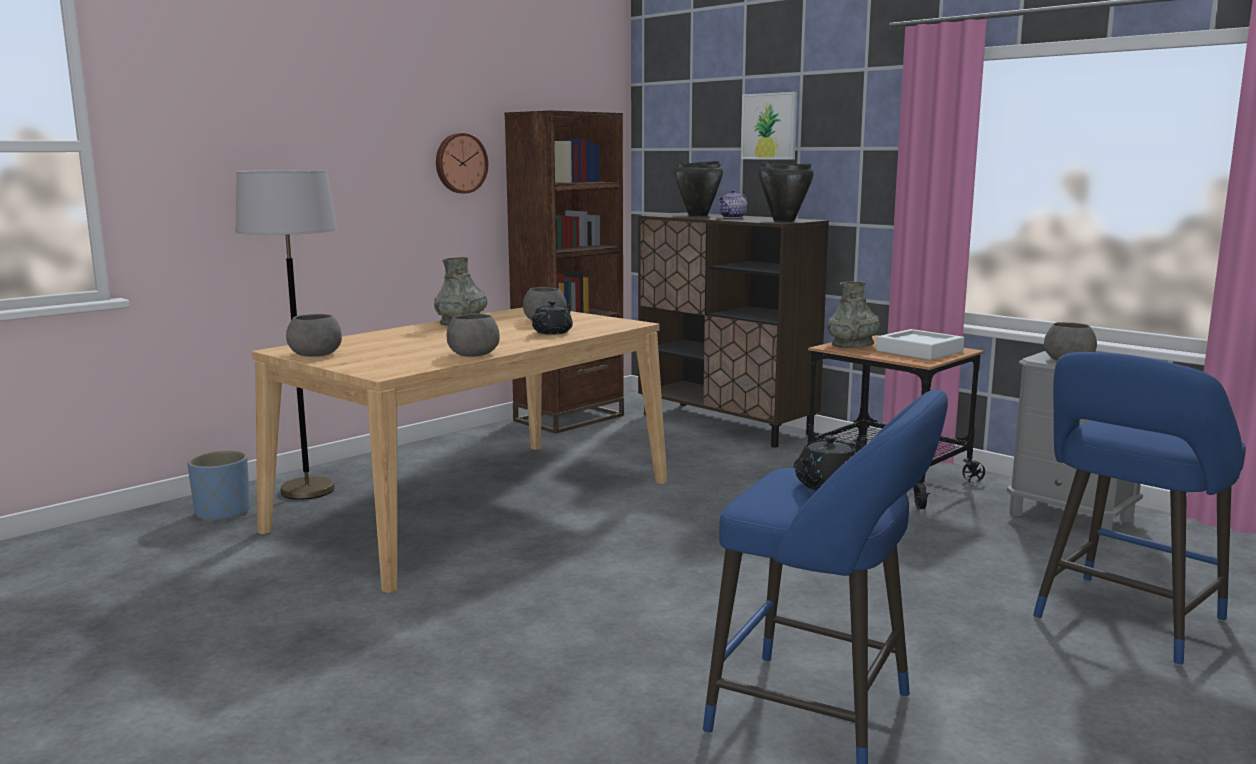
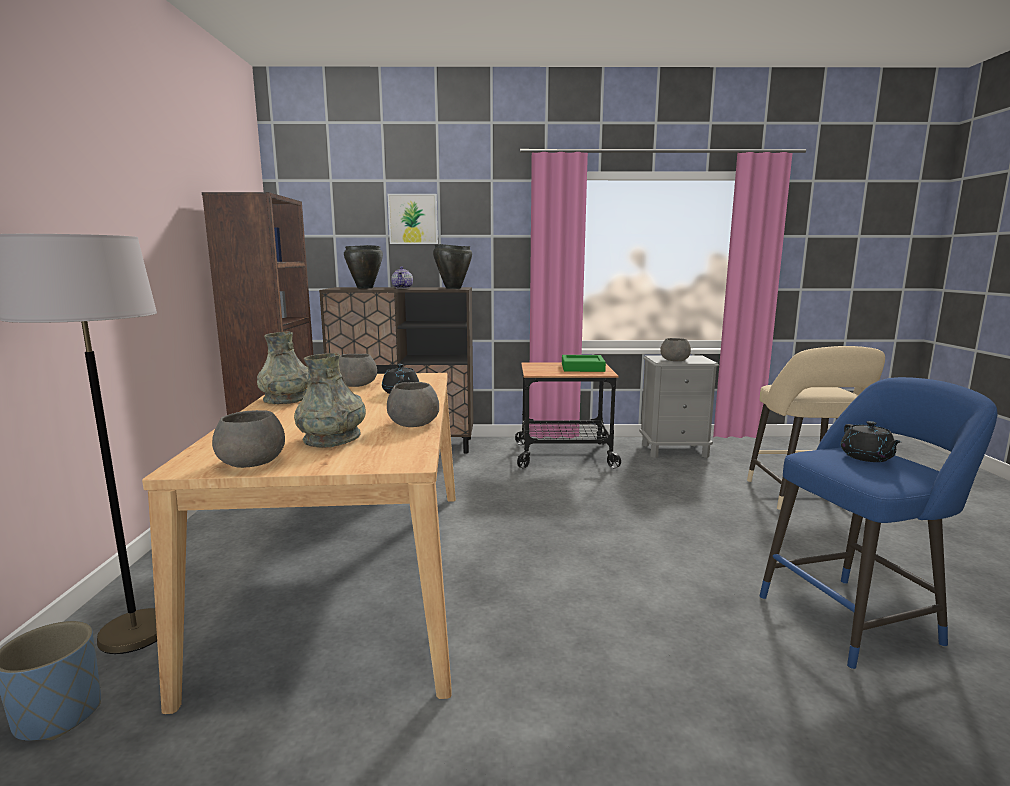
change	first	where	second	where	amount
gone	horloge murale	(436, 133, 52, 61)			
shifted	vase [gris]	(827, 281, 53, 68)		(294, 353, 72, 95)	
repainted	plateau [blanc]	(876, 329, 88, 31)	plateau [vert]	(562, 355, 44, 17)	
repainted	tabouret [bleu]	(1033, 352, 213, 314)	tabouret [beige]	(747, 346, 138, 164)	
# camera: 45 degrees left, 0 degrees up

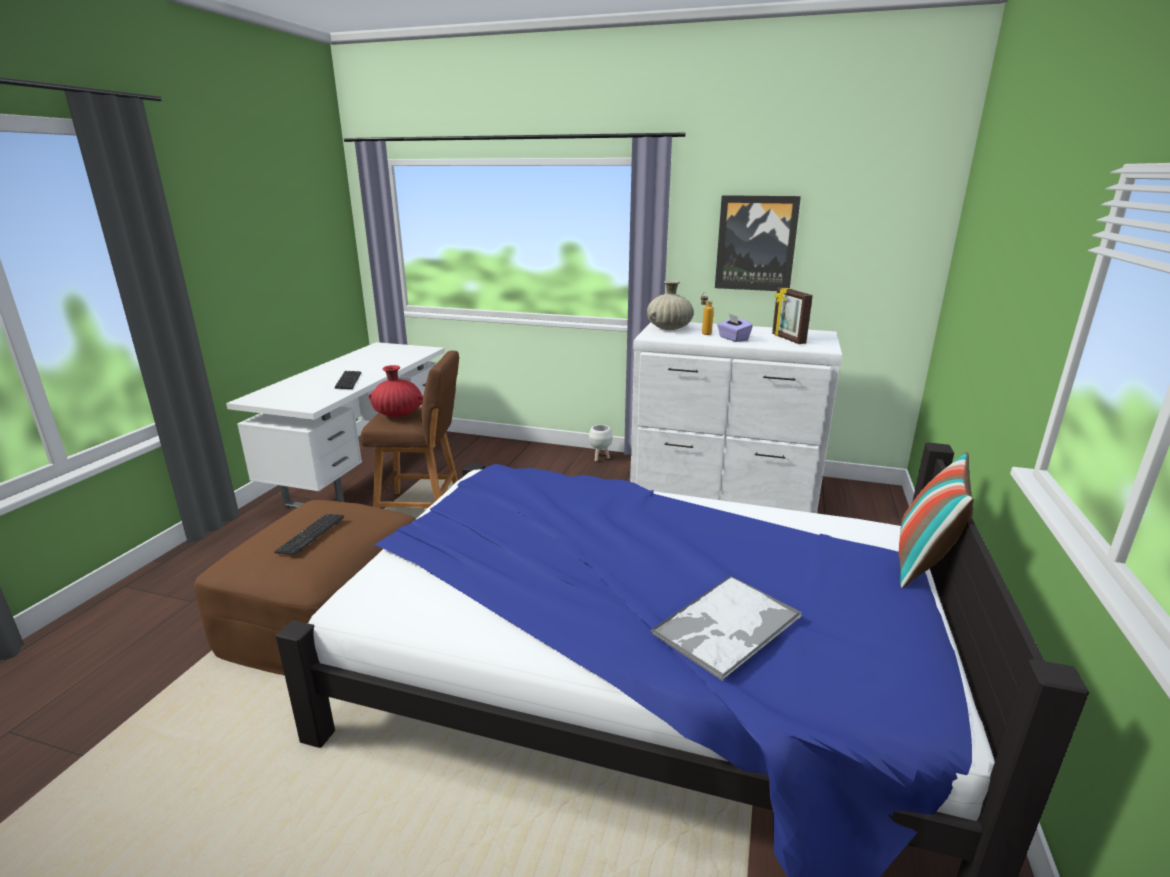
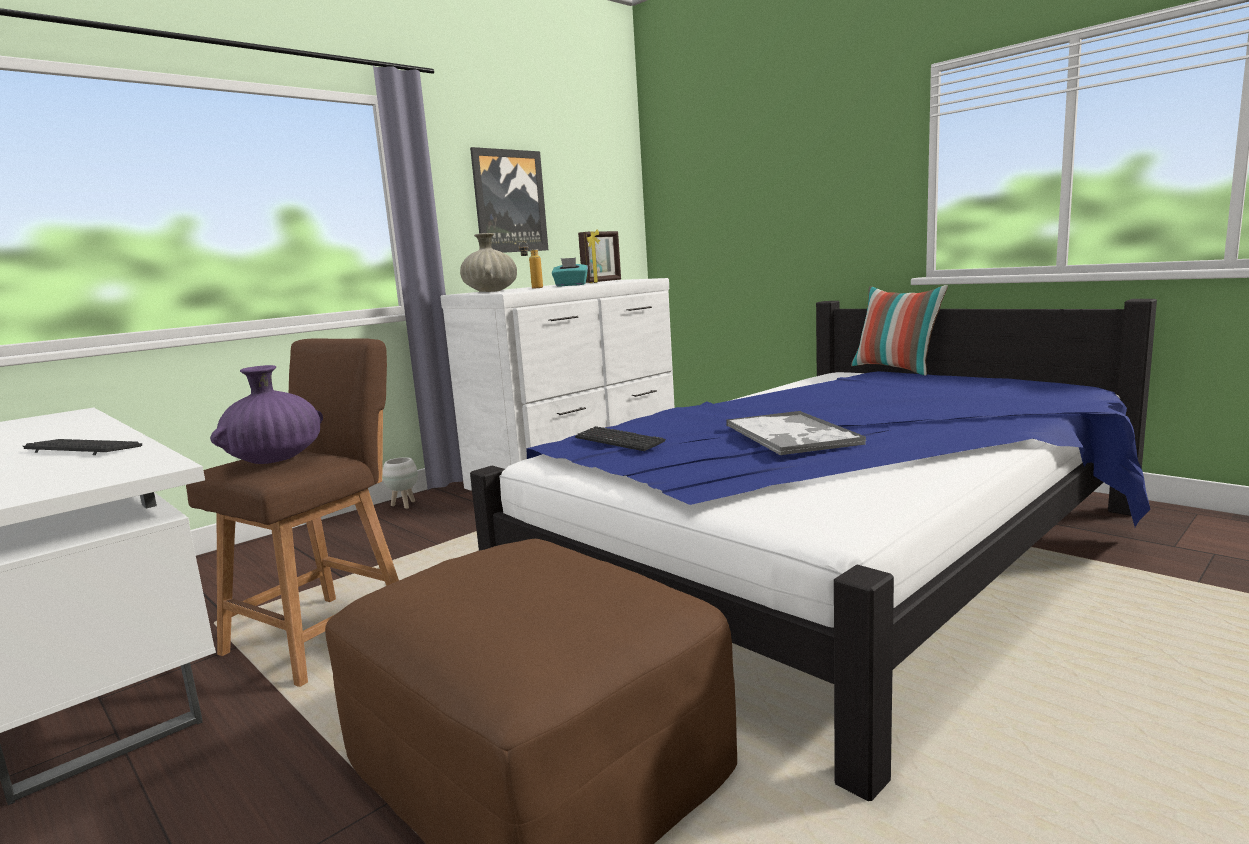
change	first	where	second	where	amount
shifted	clavier	(274, 514, 70, 41)		(575, 426, 91, 25)	
repainted	vase [rouge]	(369, 365, 54, 52)	vase [violet]	(210, 365, 113, 99)	
shifted	plateau	(651, 576, 150, 105)		(726, 411, 140, 44)	
repainted	boîte à mouchoirs [violet]	(717, 314, 36, 28)	boîte à mouchoirs [turquoise]	(552, 257, 36, 29)	
rotated	cadre photo	(772, 287, 41, 57)		(578, 229, 43, 54)	60 degrees counterclockwise
# camera: 60 degrees left, 10 degrees down

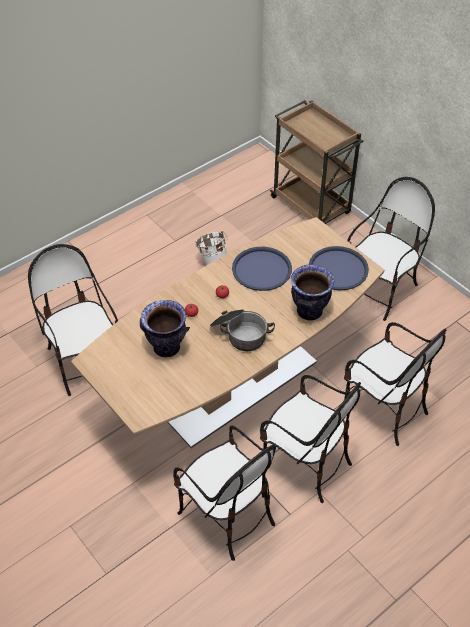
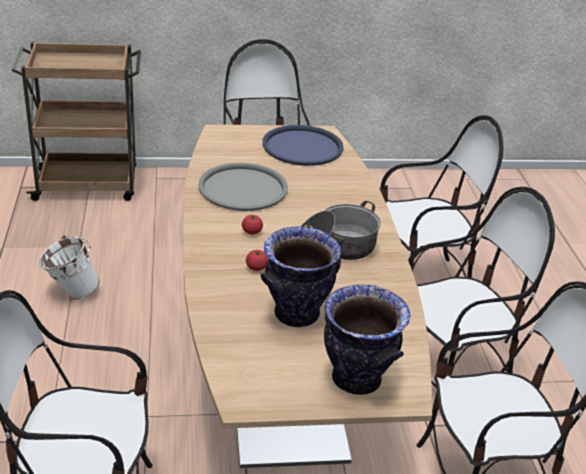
change	first	where	second	where	amount
repainted	plateau [bleu]	(232, 247, 60, 44)	plateau [gris]	(198, 163, 90, 48)	
shifted	vase	(291, 264, 44, 57)		(324, 285, 87, 110)	
# camera: 60 degrees left, 15 degrees down

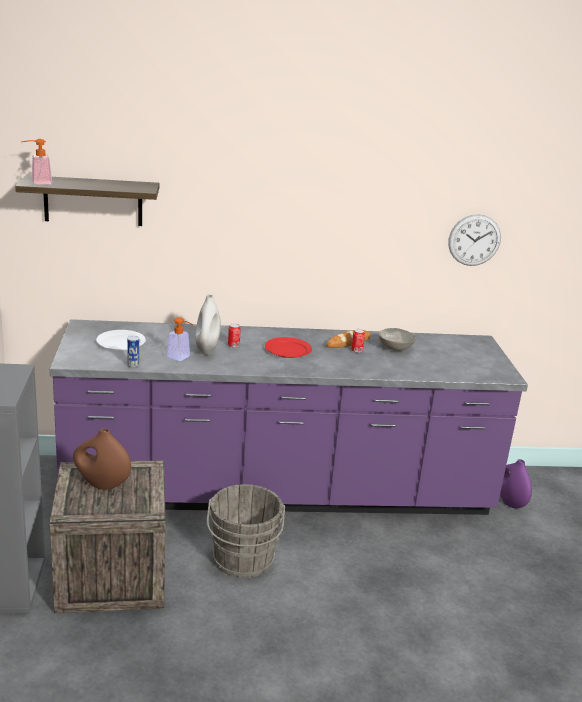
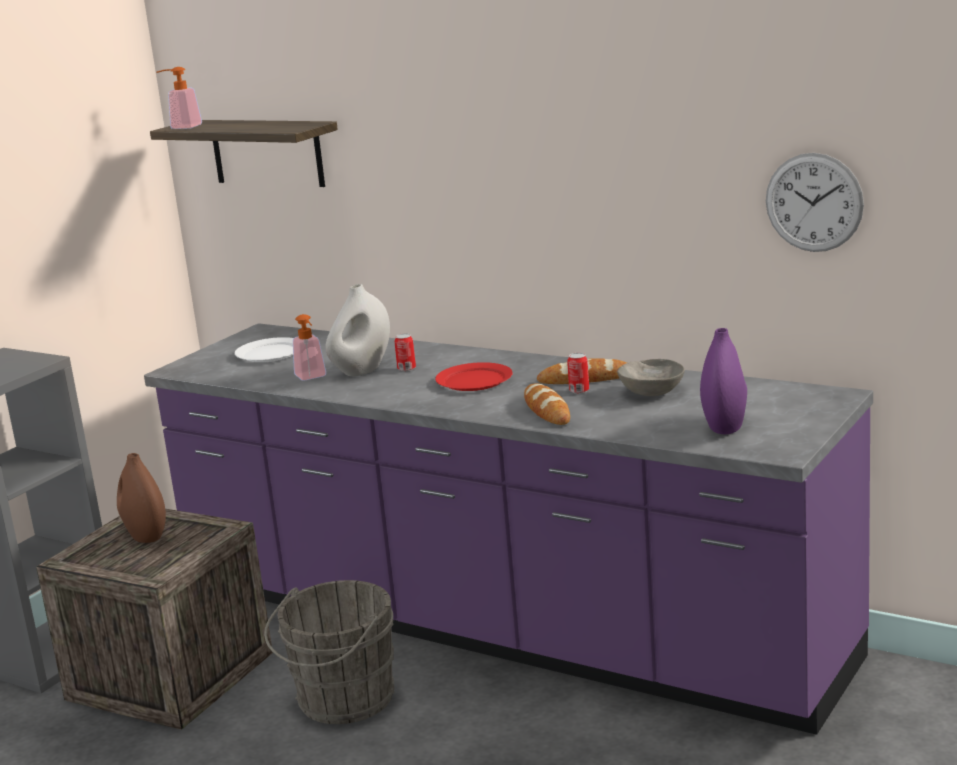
change	first	where	second	where	amount
gone	boîte métallique	(127, 336, 12, 32)			
shifted	vase [violet]	(500, 459, 32, 50)		(700, 328, 47, 107)	
new			pain	(524, 383, 46, 42)	
# camera: 40 degrees right, 5 degrees down

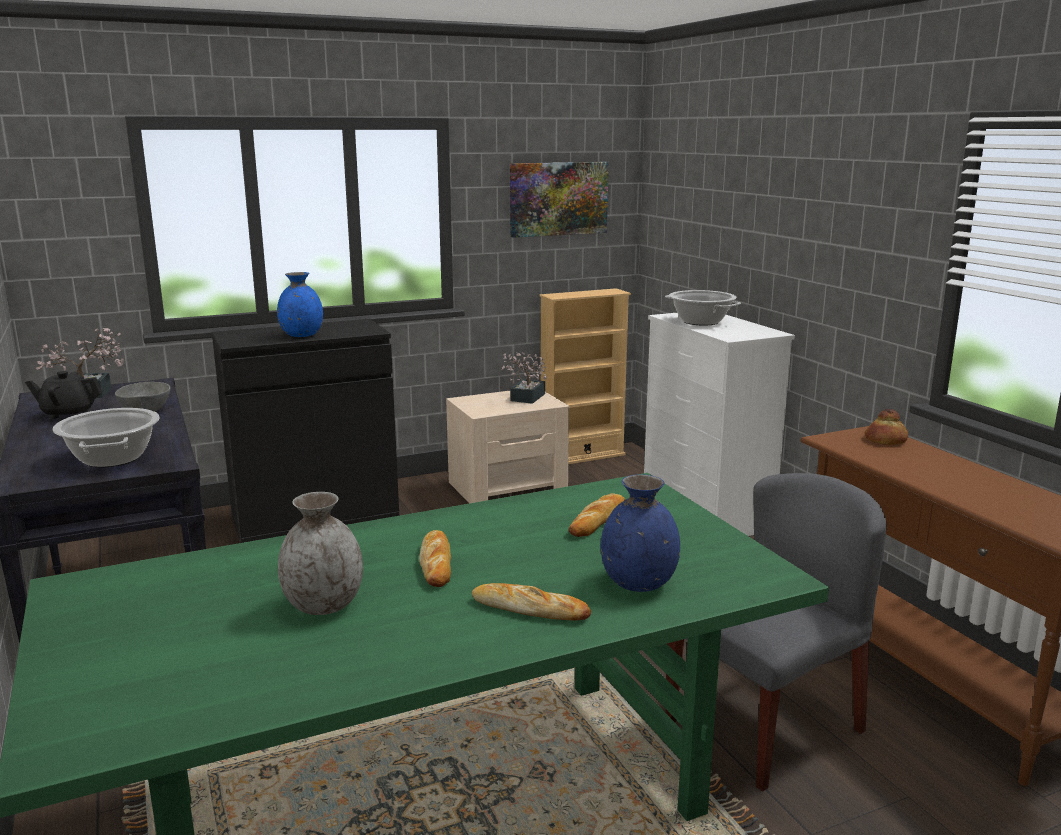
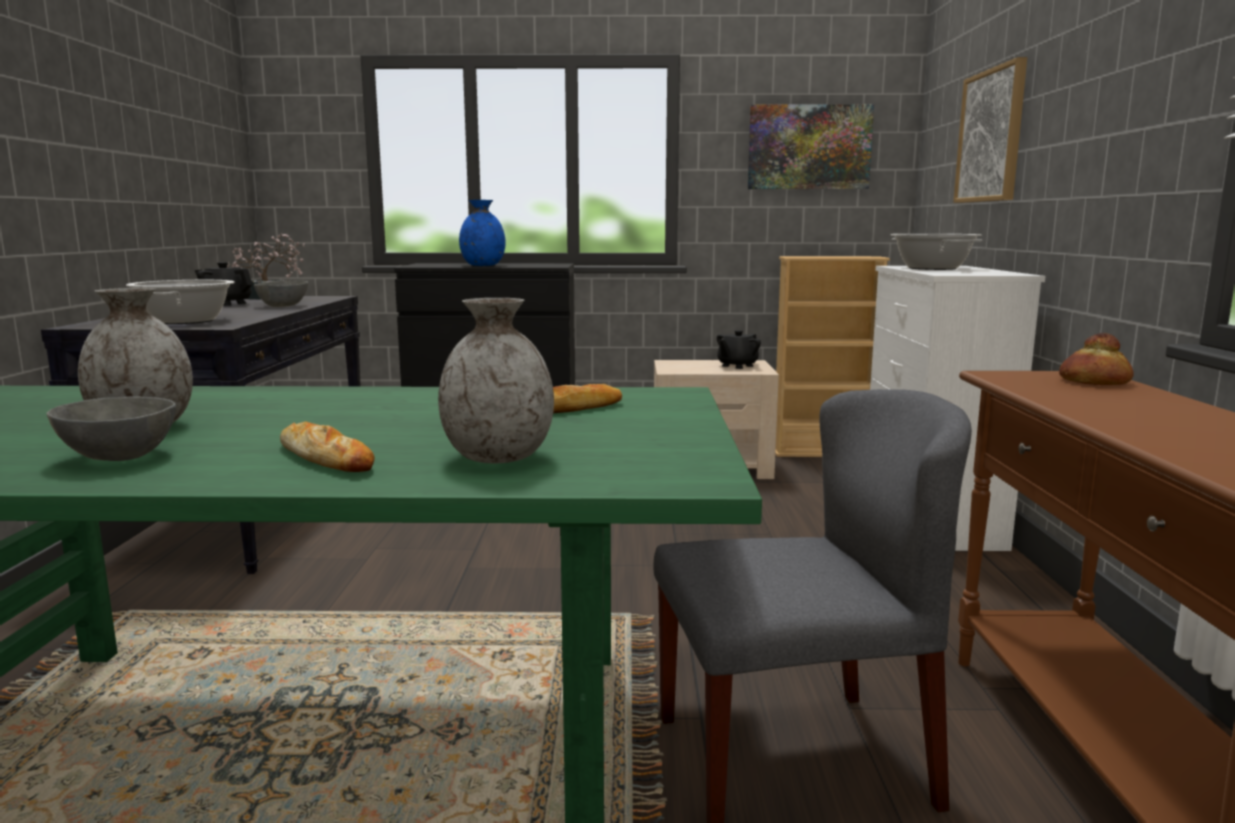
change	first	where	second	where	amount
gone	pain	(419, 530, 32, 57)			
swapped	plante en pot	(502, 352, 45, 52)	théière [noir]	(717, 330, 44, 39)	
repainted	vase [bleu]	(601, 474, 79, 118)	vase [gris]	(438, 298, 116, 165)	
new			bol [gris]	(46, 396, 130, 65)	
new			tableau	(953, 57, 74, 146)	
# camera: 25 degrees right, 5 degrees down

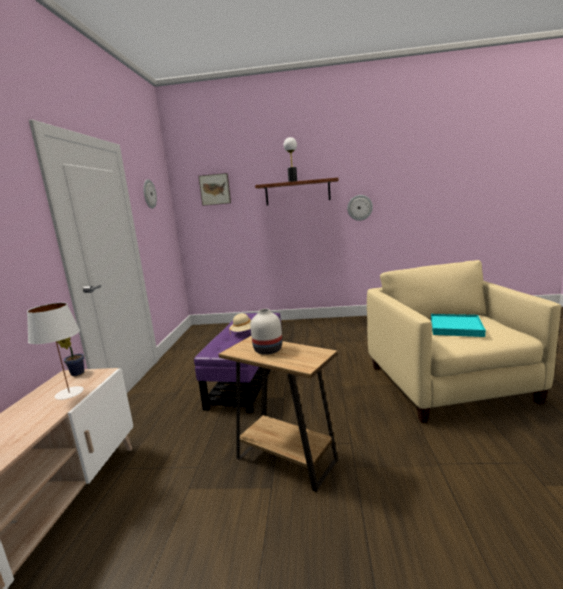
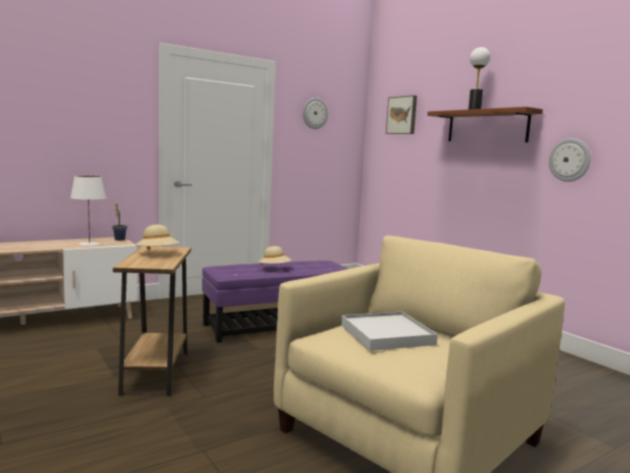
change	first	where	second	where	amount
swapped	vase [blanc]	(250, 309, 32, 46)	chapeau [beige]	(136, 225, 44, 25)	
repainted	plateau [turquoise]	(431, 314, 55, 23)	plateau [blanc]	(341, 311, 97, 40)	
# camera: 50 degrees right, 5 degrees down

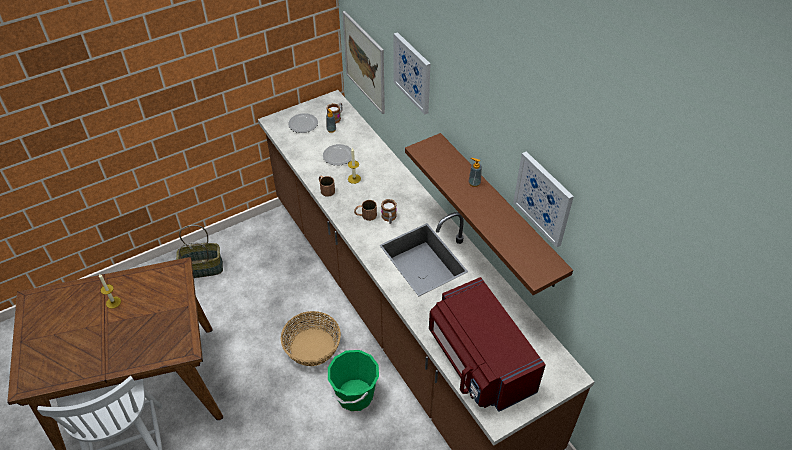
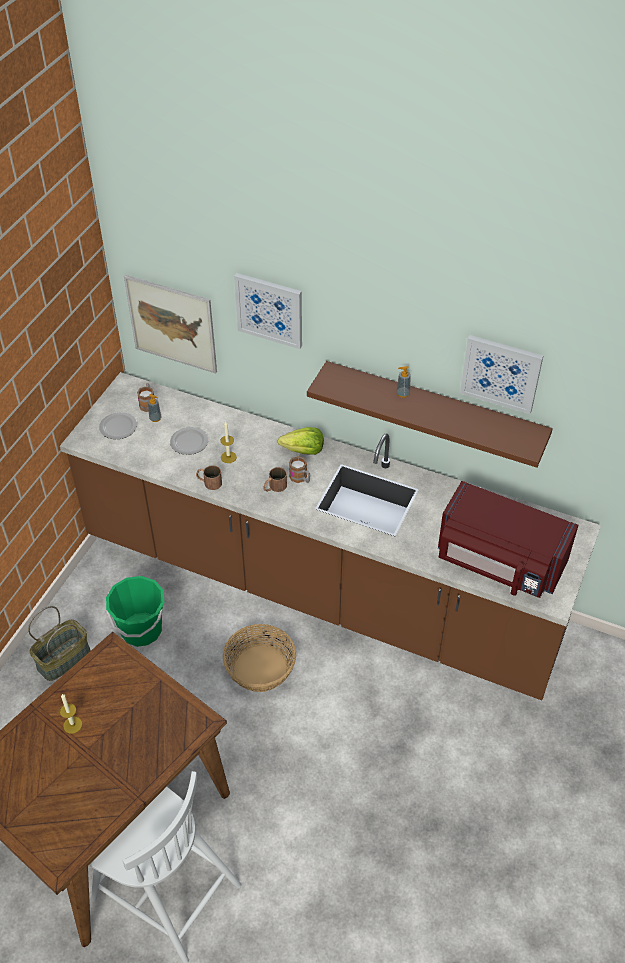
change	first	where	second	where	amount
shifted	seau [vert]	(328, 350, 51, 61)		(106, 576, 59, 71)	
new			laitue	(278, 427, 46, 28)	
# camera: 35 degrees left, 0 degrees up

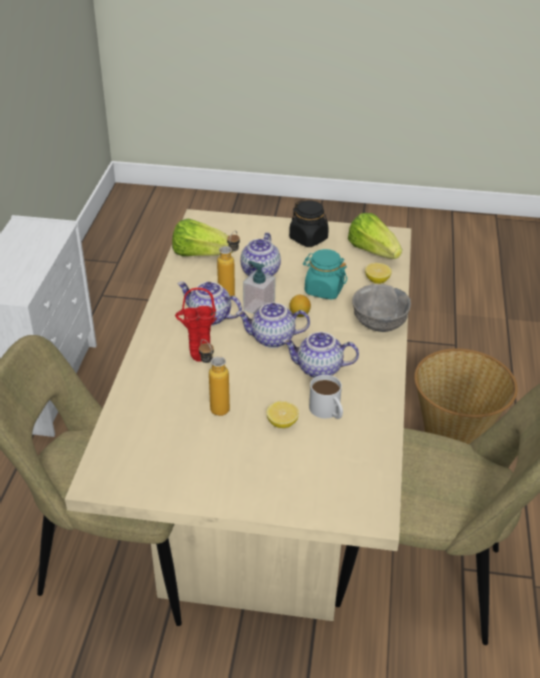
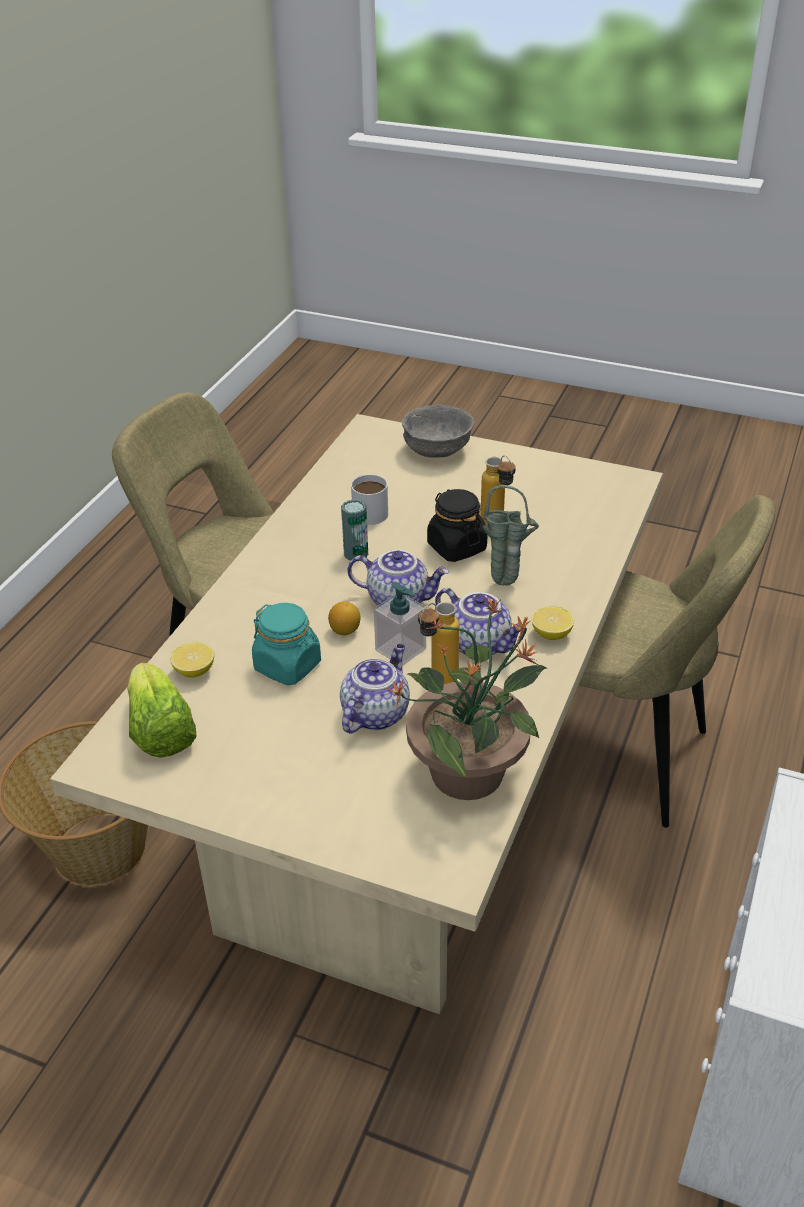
change	first	where	second	where	amount
swapped	laitue	(172, 219, 61, 37)	plante en pot	(387, 598, 160, 202)	
repainted	vase [rouge]	(175, 288, 42, 74)	vase [vert]	(483, 485, 56, 101)	
shifted	citron	(267, 401, 32, 27)		(531, 606, 43, 34)	
swapped	théière	(282, 332, 77, 46)	boîte métallique	(341, 499, 27, 62)	
shifted	bocal [noir]	(289, 200, 40, 47)		(427, 489, 60, 73)	
shifted	bol [gris]	(352, 284, 59, 48)		(402, 405, 72, 53)	
# camera: 165 degrees left, 0 degrees up

